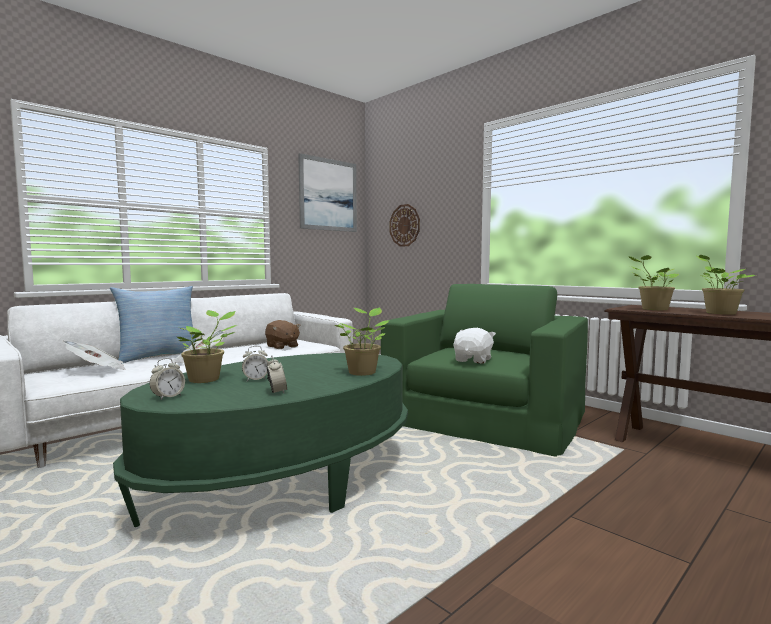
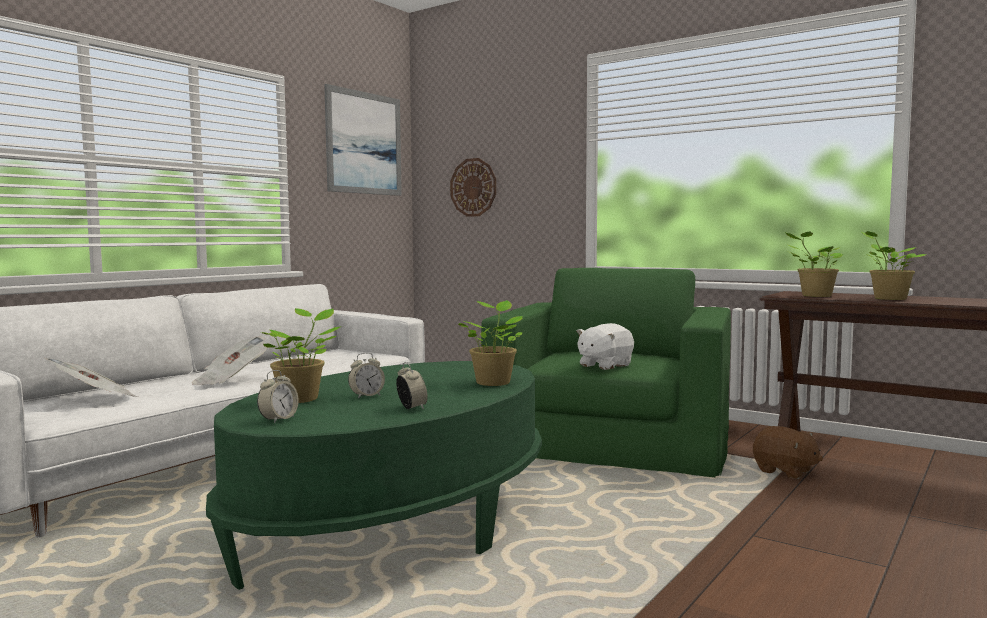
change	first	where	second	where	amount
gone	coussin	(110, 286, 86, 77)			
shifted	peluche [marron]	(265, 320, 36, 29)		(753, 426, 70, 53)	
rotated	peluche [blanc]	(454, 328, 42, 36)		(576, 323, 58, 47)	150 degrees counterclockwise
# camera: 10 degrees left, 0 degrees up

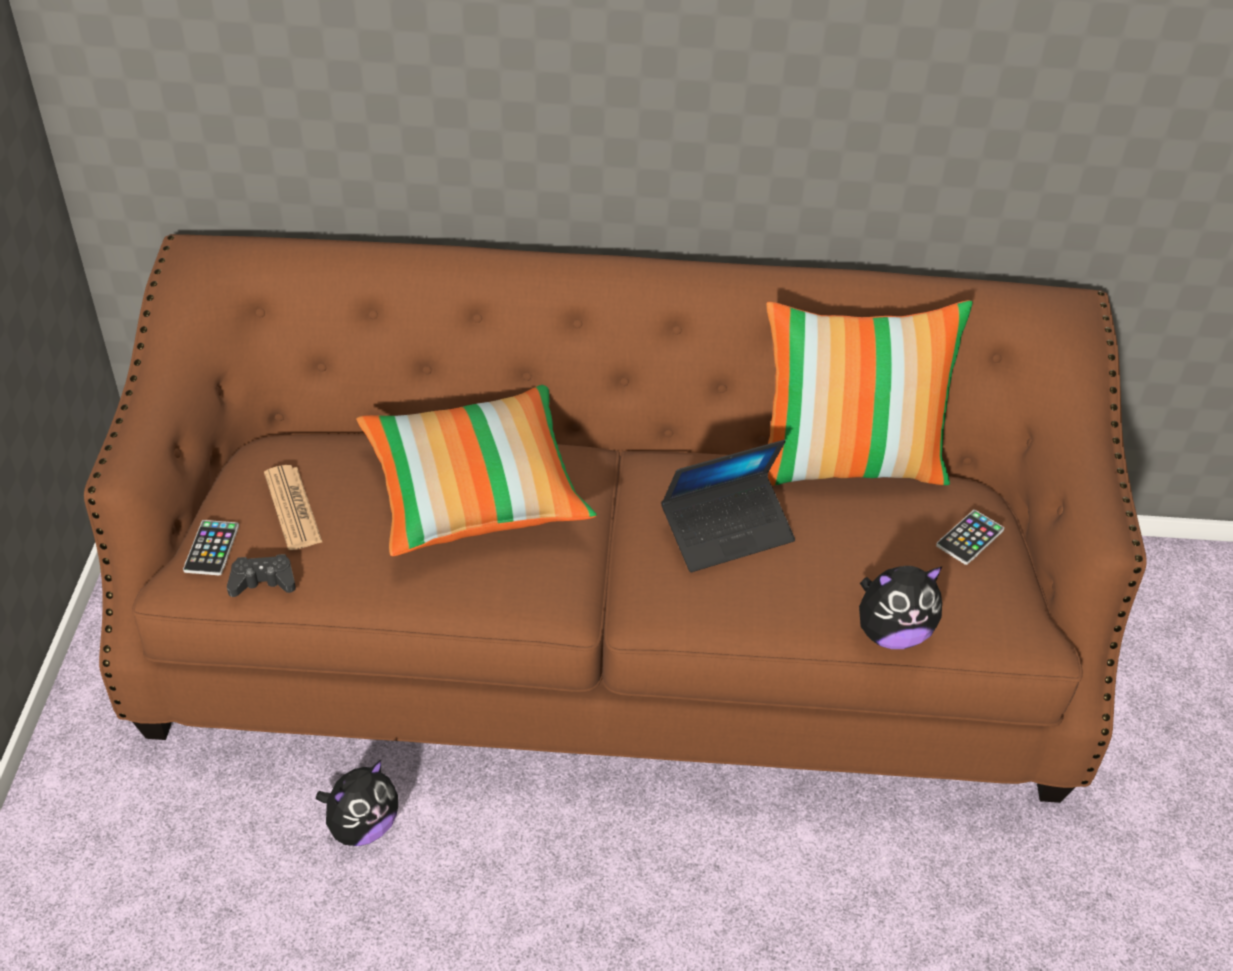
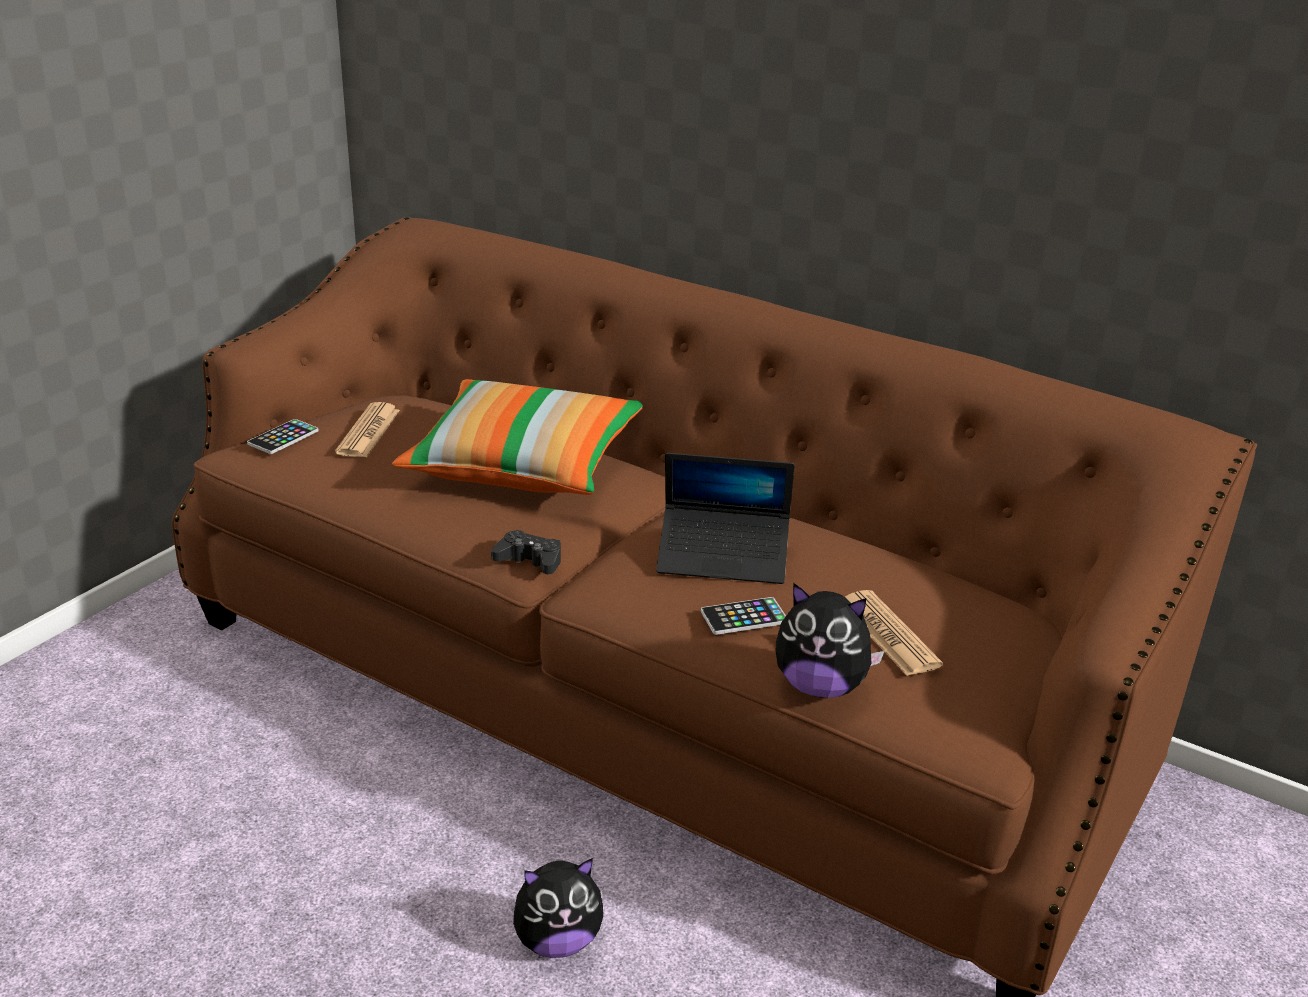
change	first	where	second	where	amount
shifted	manette [noir]	(227, 554, 69, 43)		(491, 530, 70, 44)	
shifted	peluche	(316, 760, 82, 86)		(513, 858, 90, 100)	
gone	coussin	(766, 300, 207, 186)			
shifted	téléphone	(936, 510, 68, 55)		(701, 597, 85, 38)	
new			journal	(845, 590, 98, 86)	
# camera: 30 degrees right, 15 degrees down

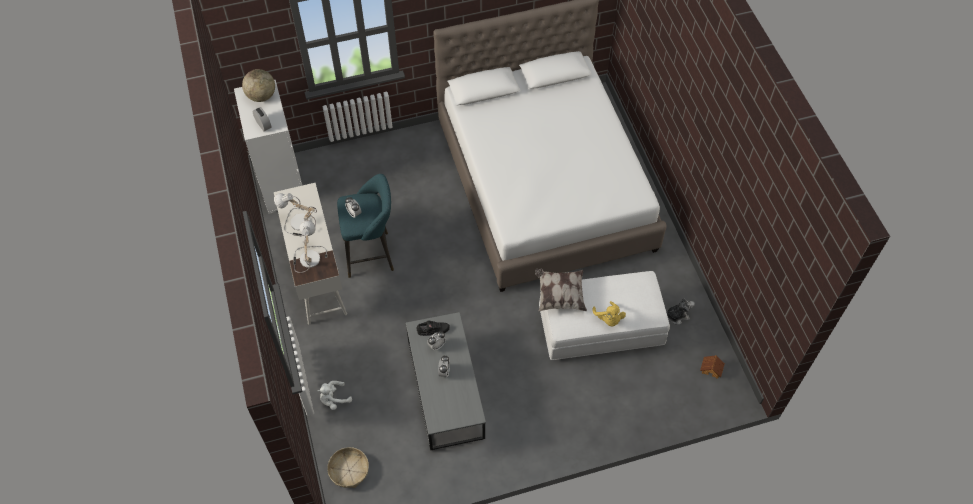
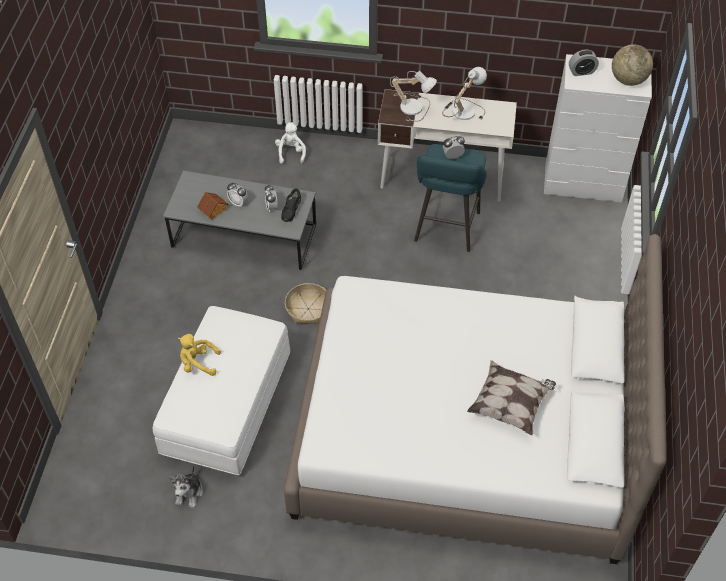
change	first	where	second	where	amount
shifted	panier	(327, 447, 42, 41)		(285, 283, 42, 41)	
shifted	coussin	(535, 269, 52, 42)		(467, 360, 89, 75)	
shifted	maison miniature	(700, 355, 25, 24)		(197, 192, 31, 28)	
# camera: 115 degrees right, 5 degrees down

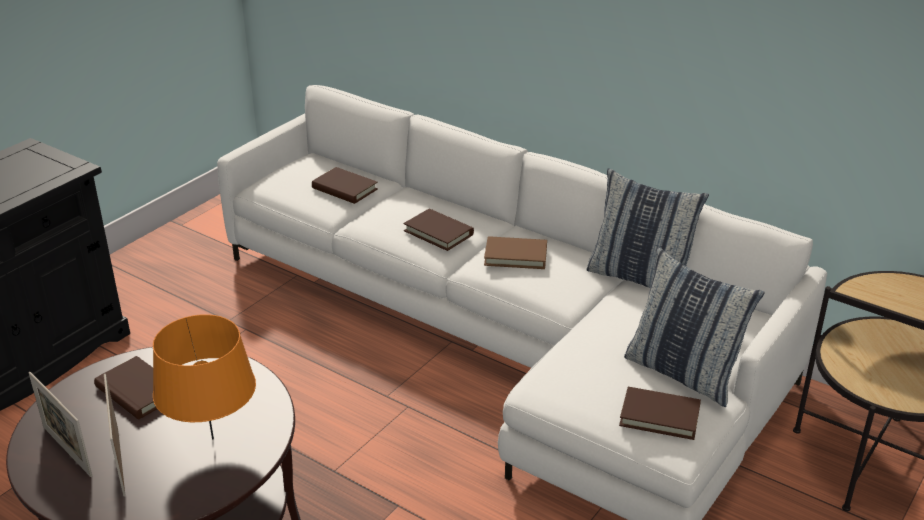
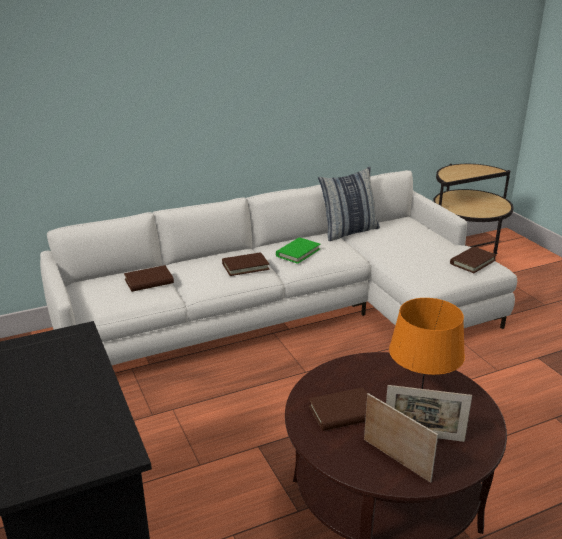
change	first	where	second	where	amount
rotated	cadre photo	(29, 372, 63, 105)		(364, 393, 74, 90)	120 degrees counterclockwise
repainted	livre [marron]	(484, 236, 63, 33)	livre [vert]	(276, 237, 44, 27)	
gone	coussin	(624, 247, 141, 160)			
# camera: 60 degrees left, 5 degrees down

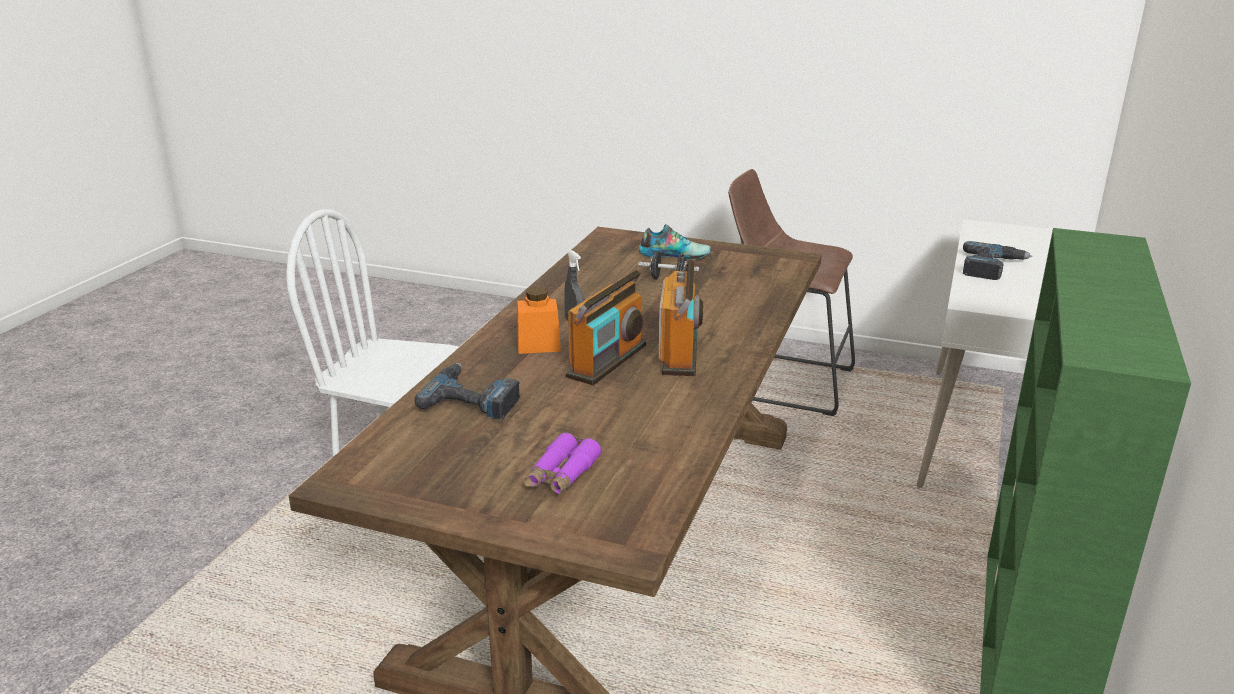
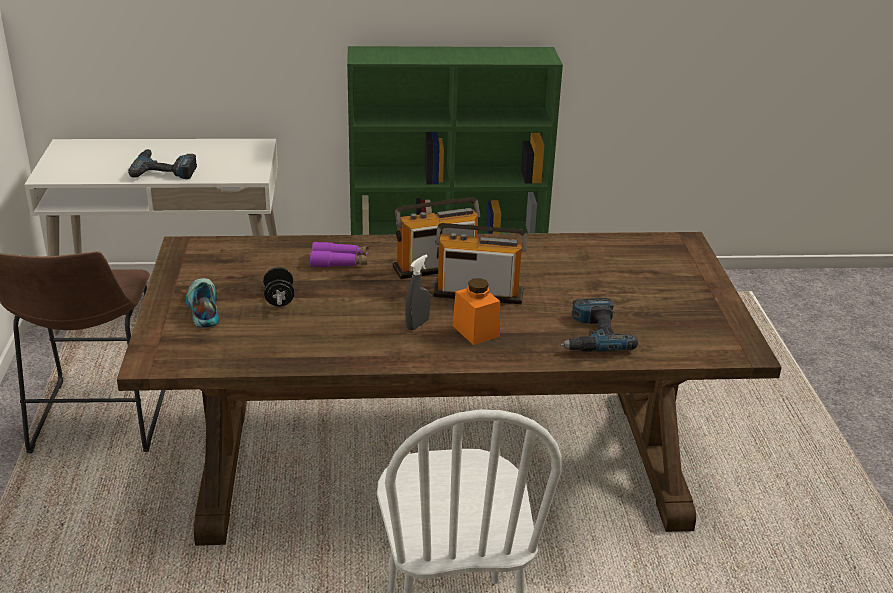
change	first	where	second	where	amount
shifted	jumelles [violet]	(524, 432, 78, 63)		(310, 242, 59, 25)	
# camera: 115 degrees left, 5 degrees up

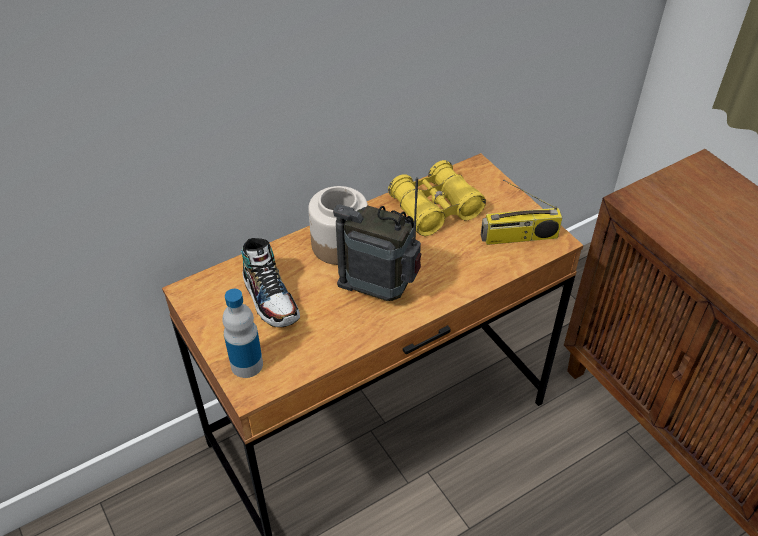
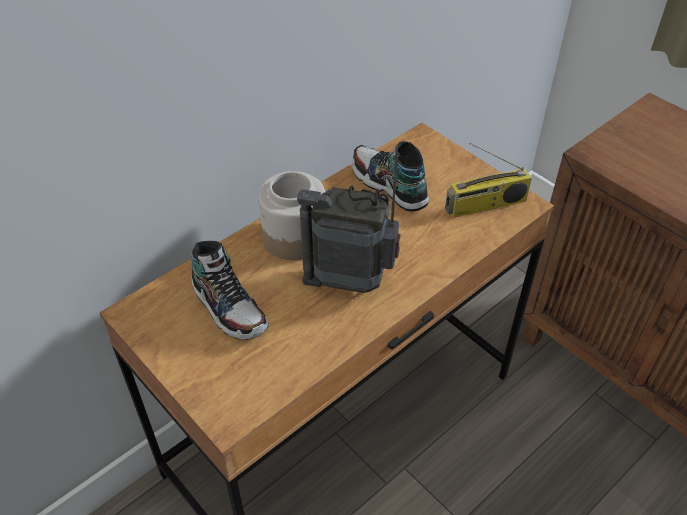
change	first	where	second	where	amount
gone	bouteille	(222, 289, 41, 89)			
swapped	jumelles [jaune]	(388, 160, 98, 76)	chaussure	(352, 141, 77, 71)	
# camera: 10 degrees left, 0 degrees up

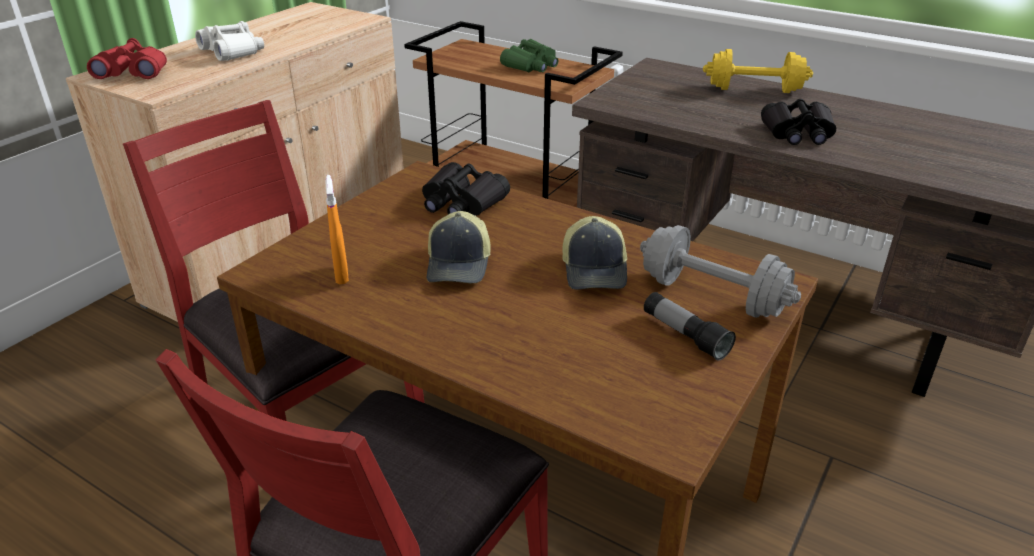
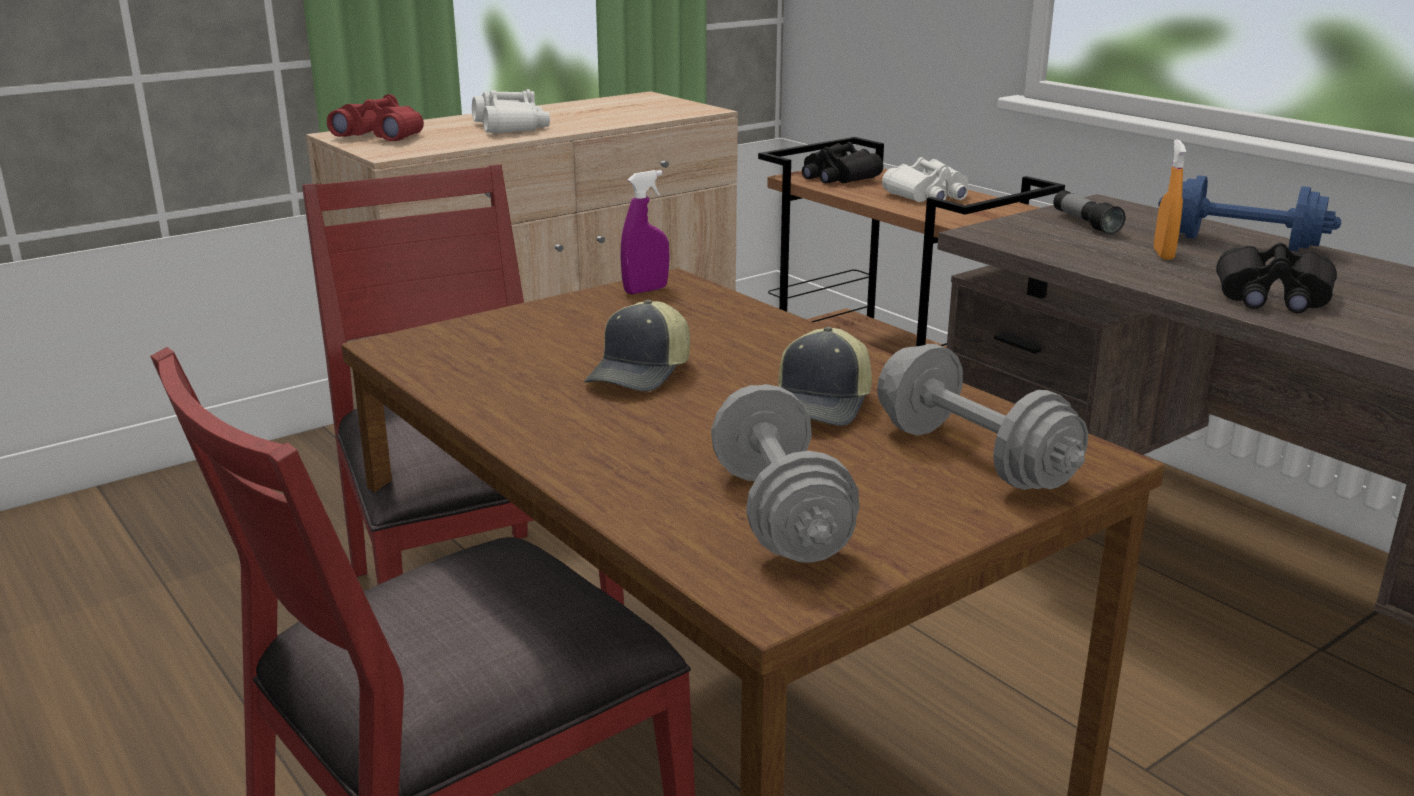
change	first	where	second	where	amount
shifted	vaporisateur [orange]	(325, 175, 24, 109)		(1154, 139, 32, 121)	
shifted	jumelles [noir]	(422, 162, 88, 54)		(802, 142, 81, 41)	
repainted	jumelles [vert]	(500, 39, 58, 33)	jumelles [blanc]	(882, 157, 86, 45)	
shifted	lampe de poche	(644, 292, 92, 69)		(1053, 190, 72, 45)	
repainted	haltère [jaune]	(703, 49, 110, 44)	haltère [bleu]	(1158, 176, 183, 76)	
new			vaporisateur [violet]	(621, 170, 49, 124)	
new			haltère [gris]	(711, 384, 148, 178)	
# camera: 20 degrees right, 10 degrees down

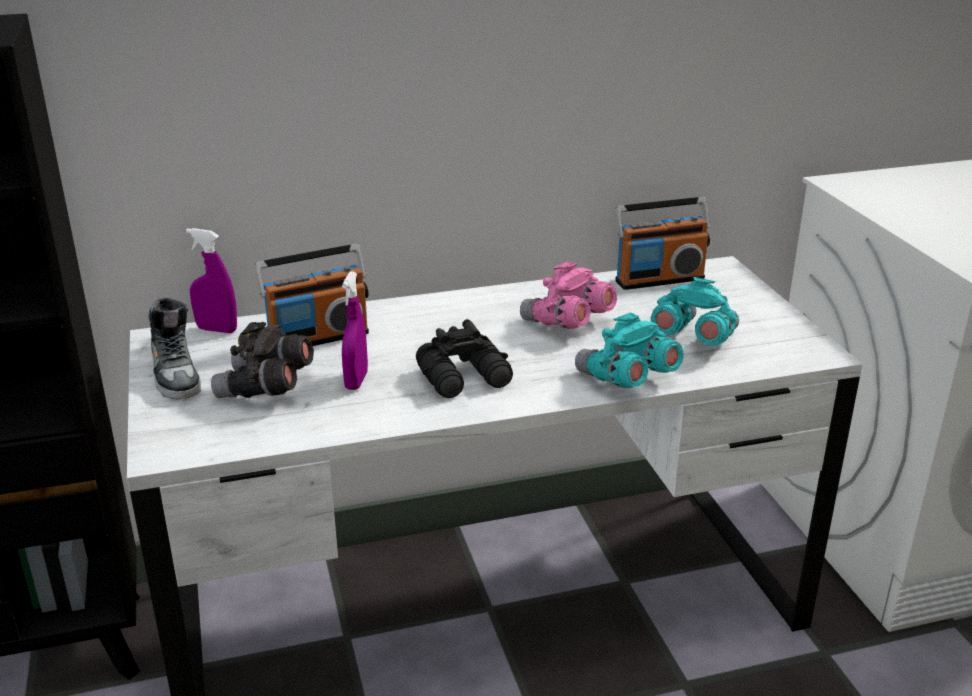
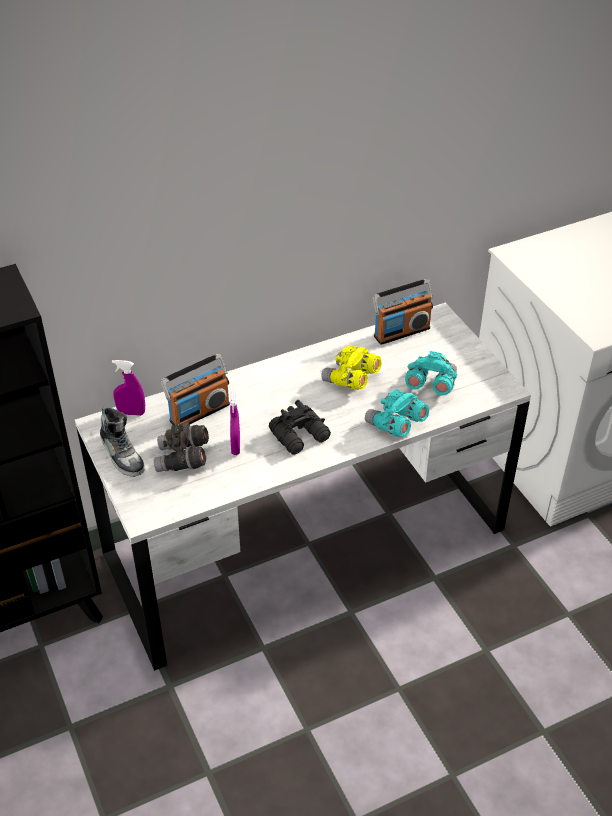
change	first	where	second	where	amount
repainted	jumelles [rose]	(520, 262, 97, 67)	jumelles [jaune]	(322, 345, 60, 45)	
# camera: 10 degrees left, 15 degrees up

